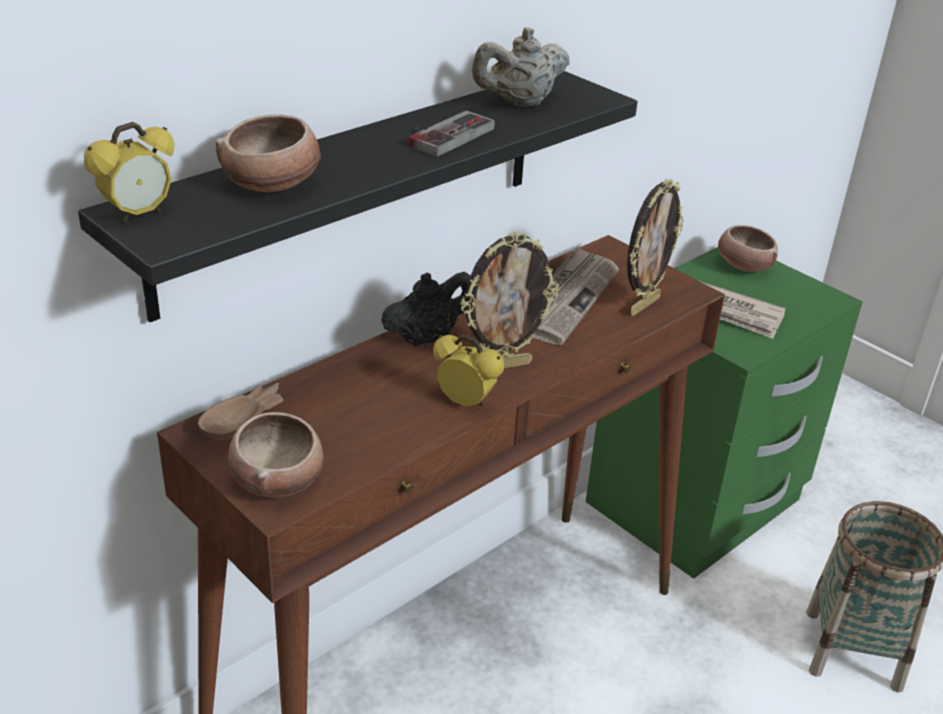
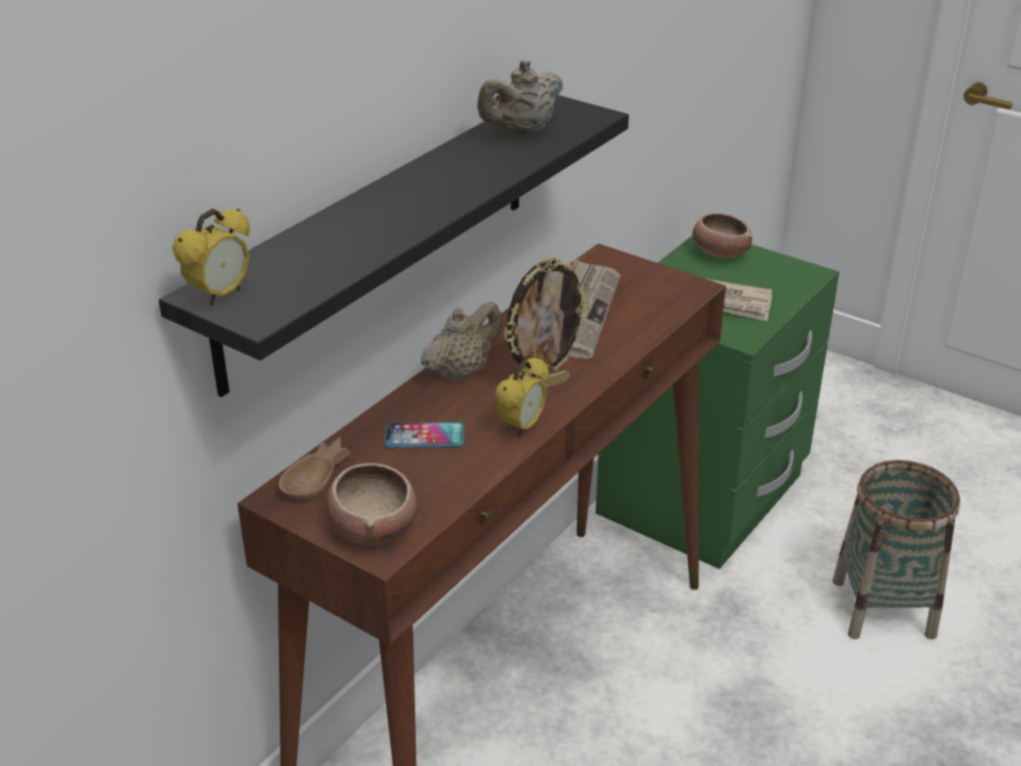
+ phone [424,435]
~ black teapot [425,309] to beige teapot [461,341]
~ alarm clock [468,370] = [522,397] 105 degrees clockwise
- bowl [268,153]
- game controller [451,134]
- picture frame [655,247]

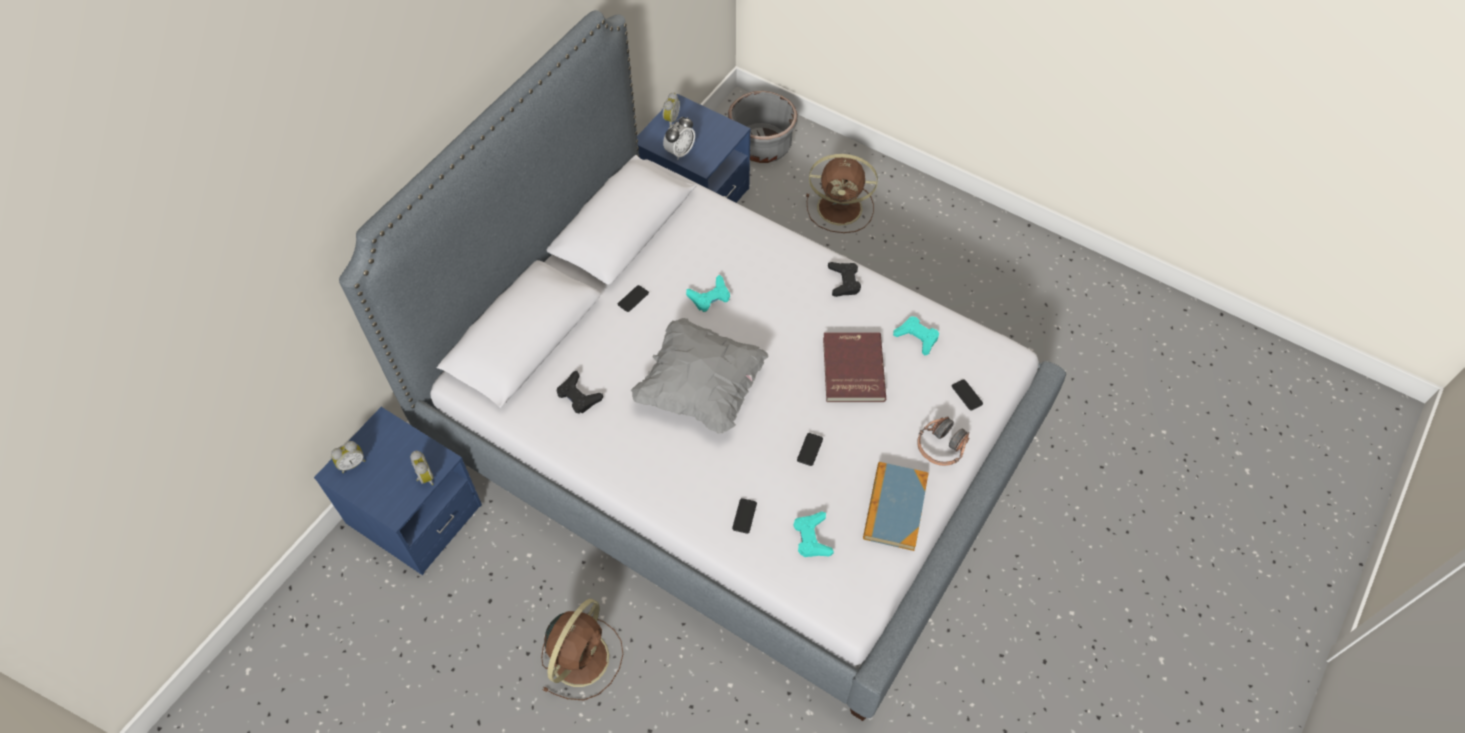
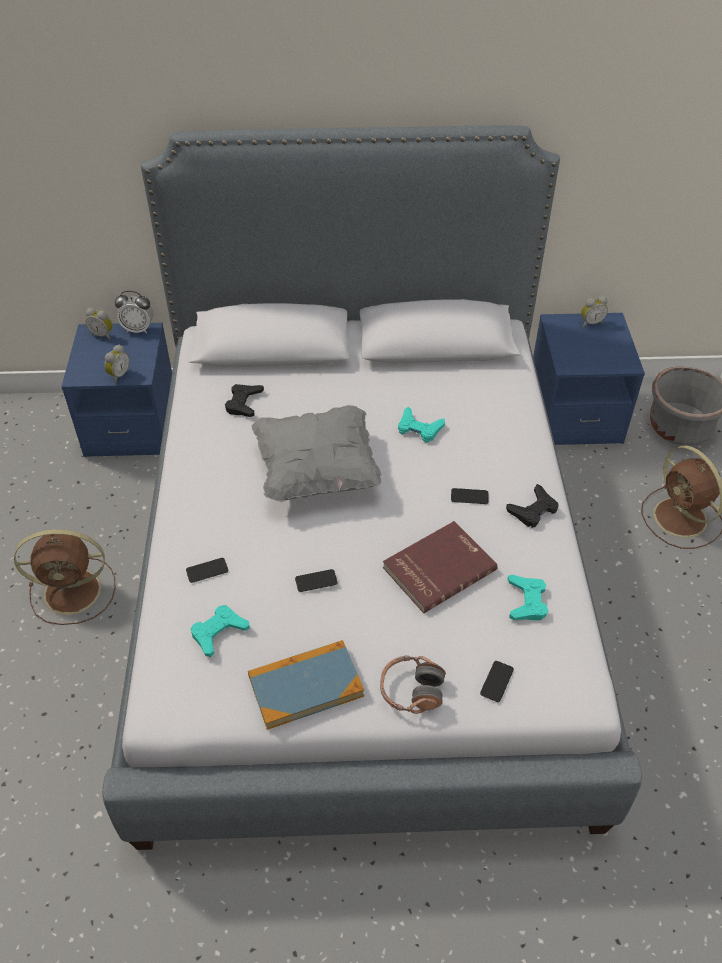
~ alarm clock [679,138] to [134,312]
~ phone [633,298] to [469,496]

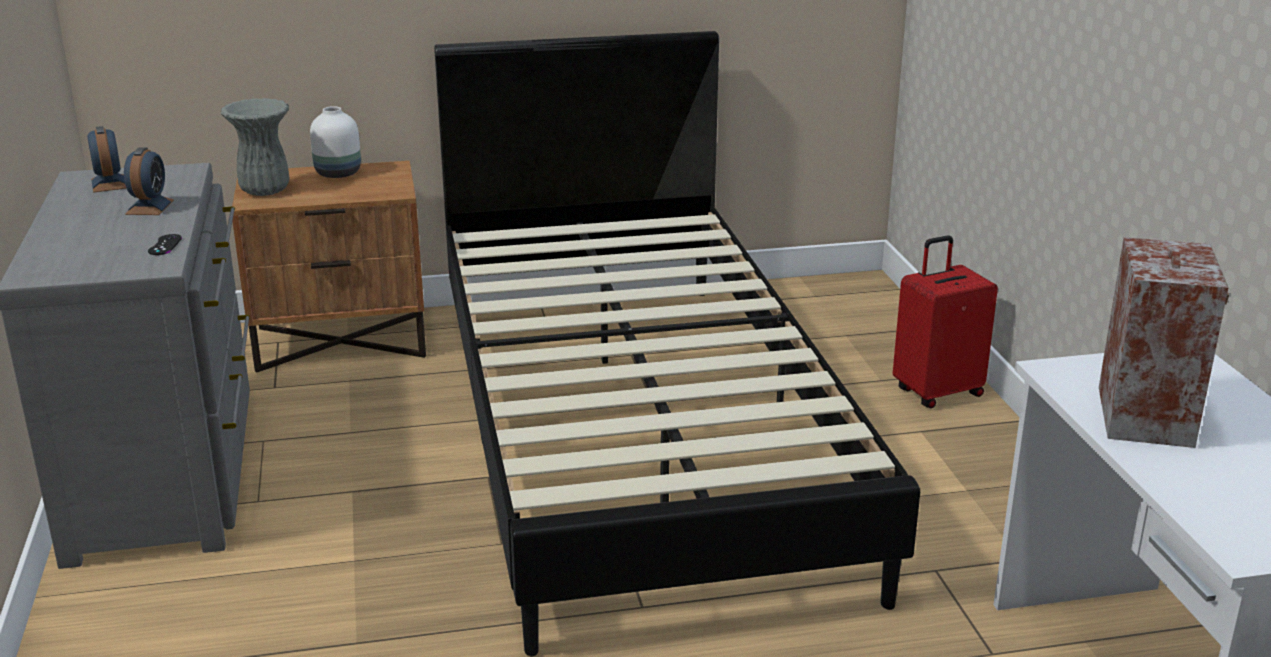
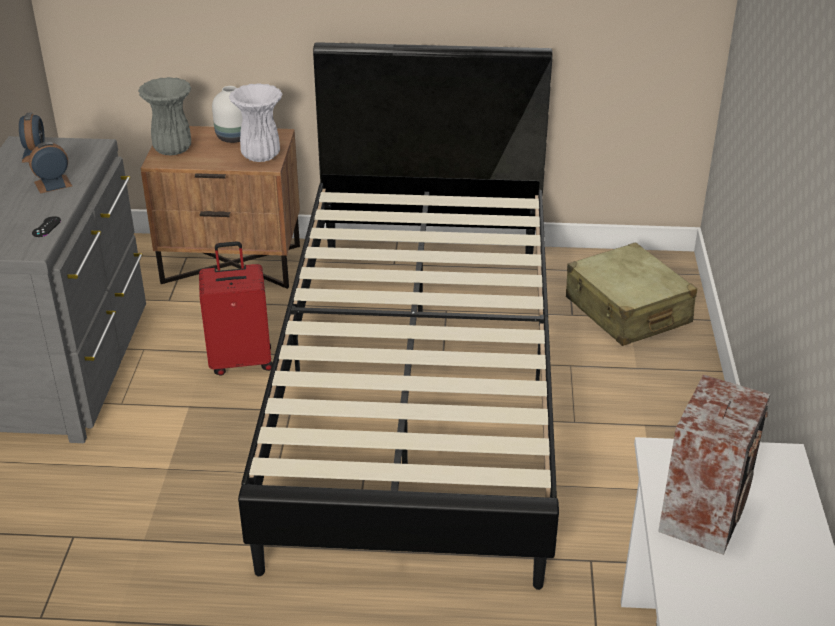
~ alarm clock [149,181] = [50,168] 135 degrees counterclockwise
~ red suitcase [945,322] to [236,308]
+ white vase [255,122]
+ beige suitcase [631,294]

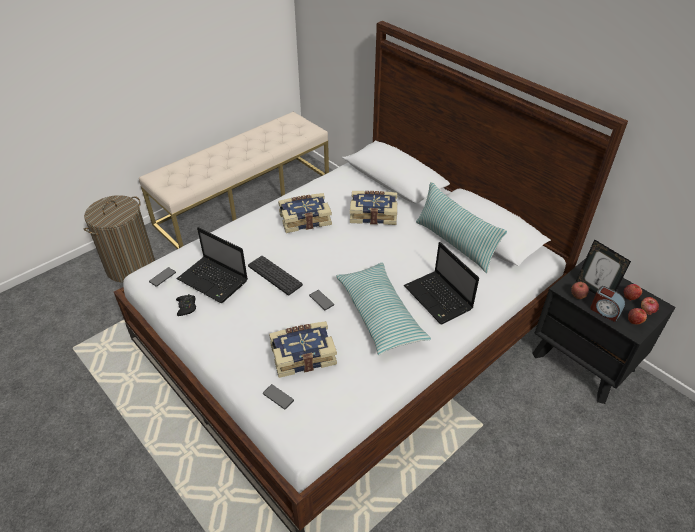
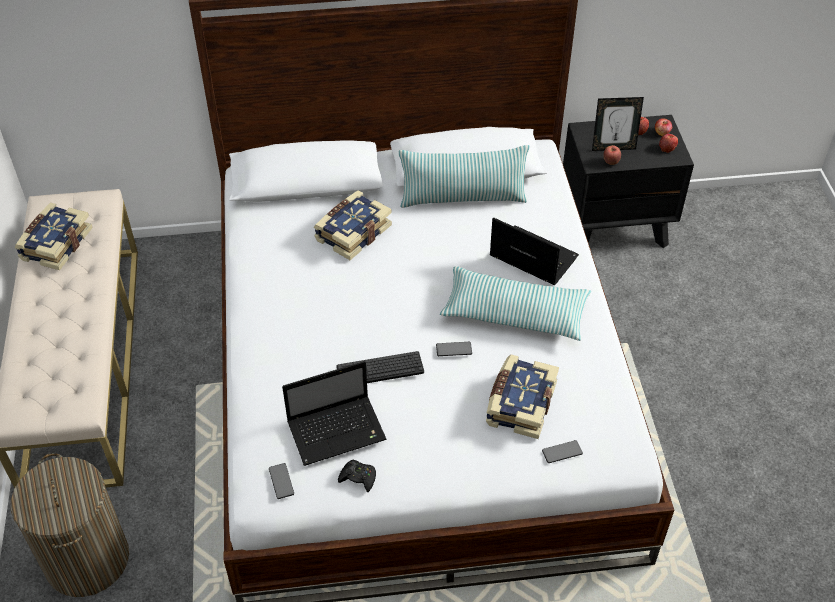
~ book [305,213] to [53,236]
~ laptop [441,283] = [534,251] 150 degrees counterclockwise
- alarm clock [607,304]

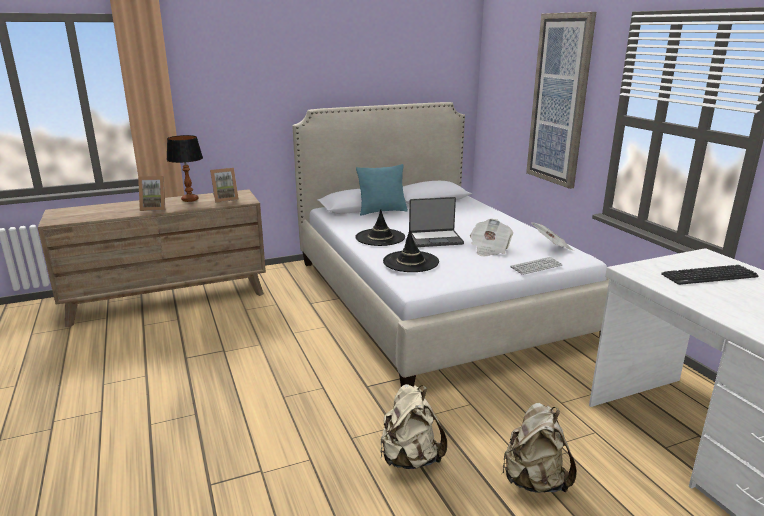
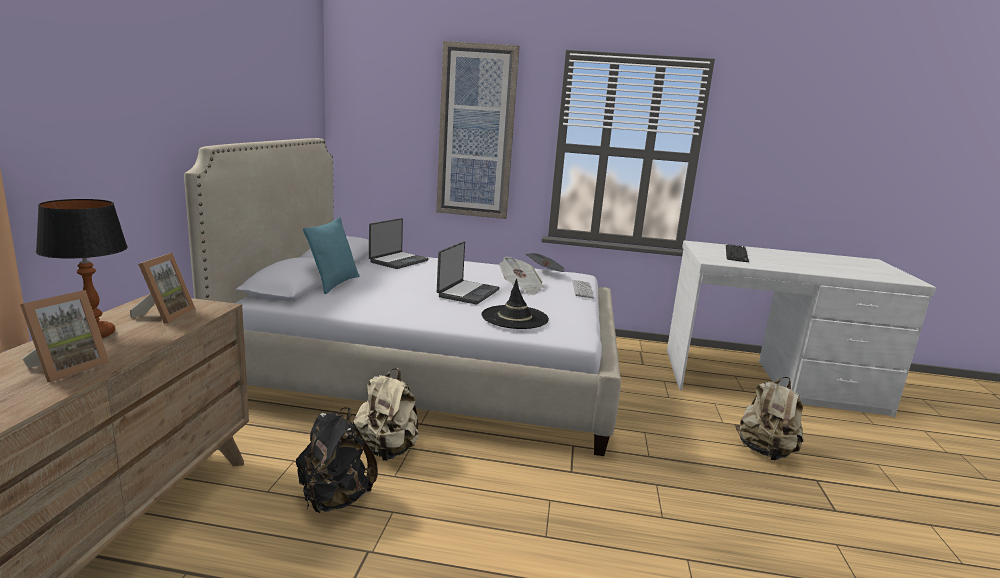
+ black backpack [337,460]
~ beige backpack [413,426] to [386,414]
+ laptop [399,243]
- black hat [380,227]

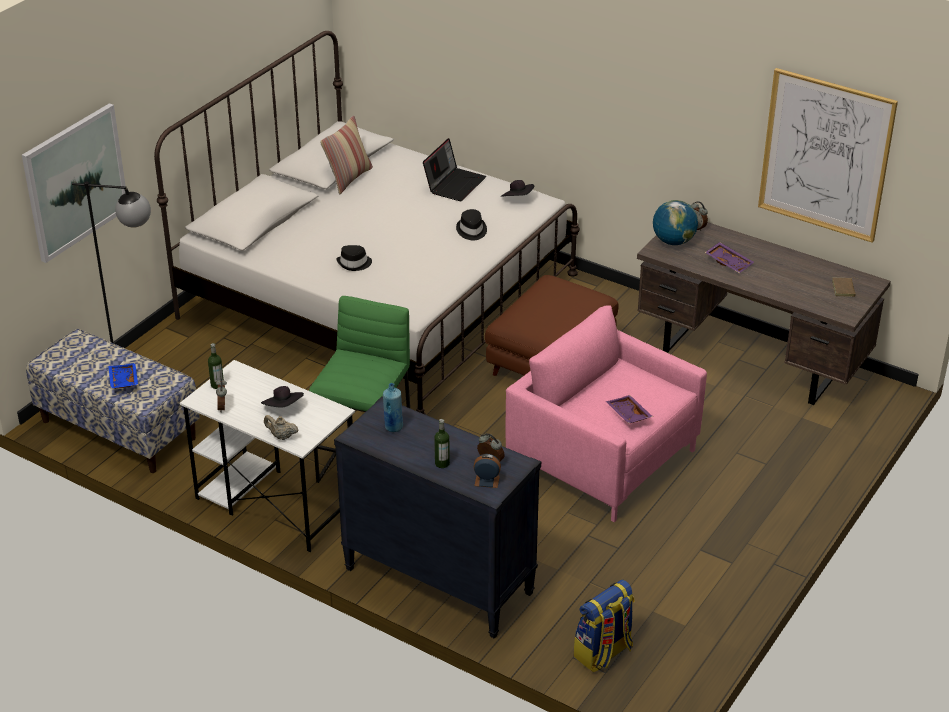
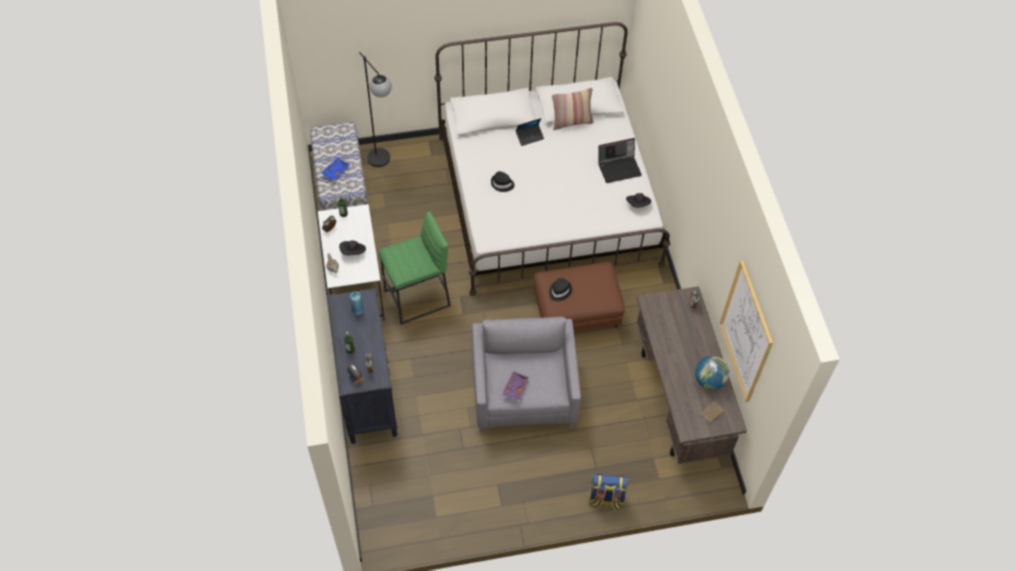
~ pink armchair [606,413] to grey armchair [526,375]
+ laptop [530,132]
~ black hat [471,224] to [560,289]
~ backpack [604,626] to [608,492]
~ globe [675,222] to [712,373]
- picture [74,183]
- purple tray [729,257]

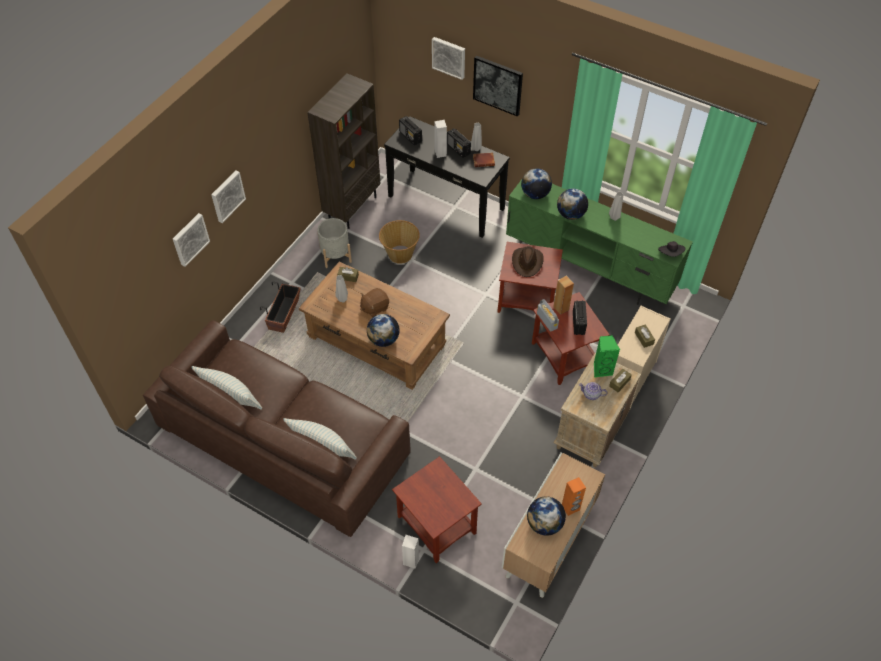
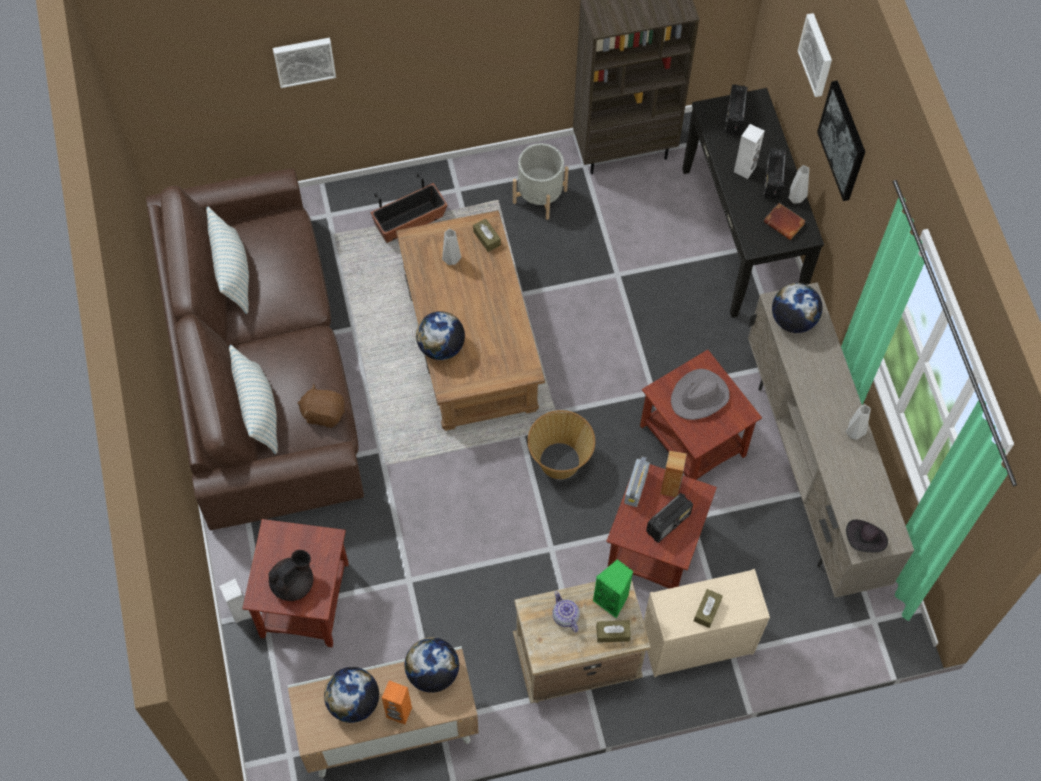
+ black teapot [290,575]
~ brown plush toy [374,302] to [321,406]
~ globe [572,204] to [432,665]
~ basket [399,242] to [561,444]
~ brown hat [528,261] to grey hat [700,394]
~ green tv stand [599,242] to beige tv stand [831,440]
- picture [228,197]

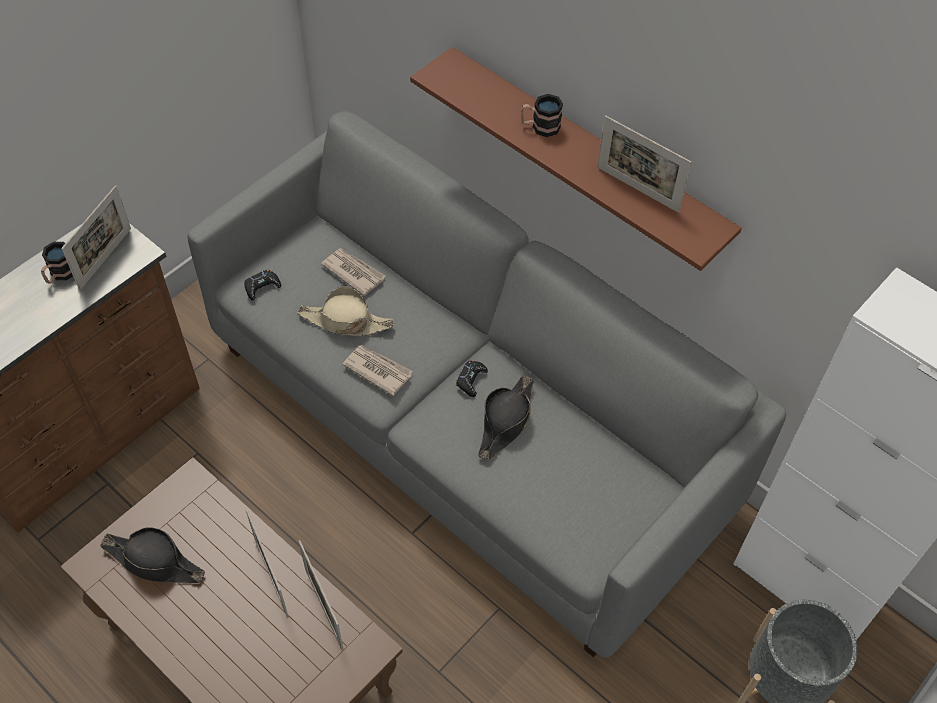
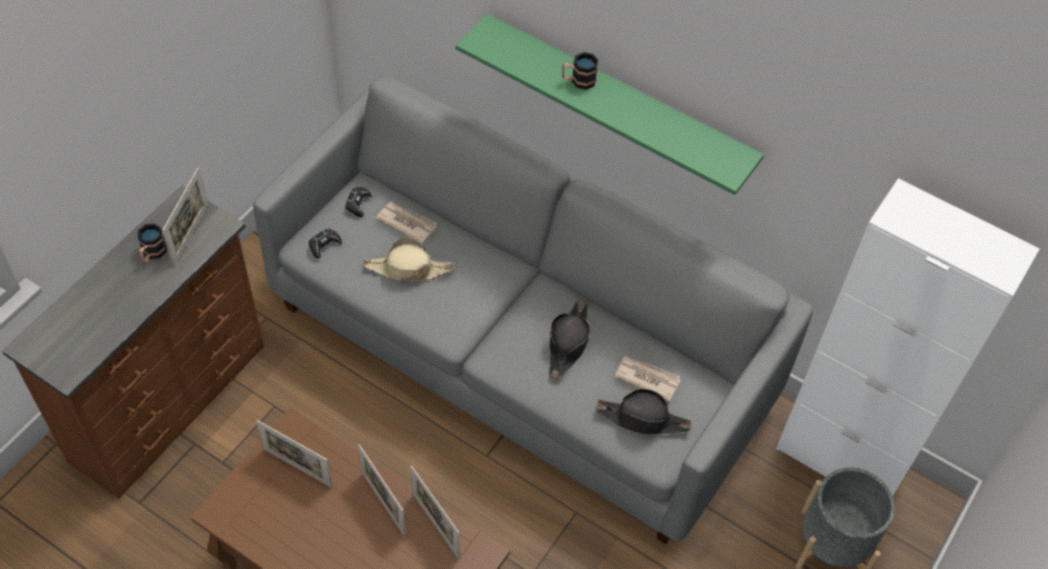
~ picture frame [644,164] to [294,454]
~ black game controller [472,379] to [358,202]
~ brown shelf [576,159] to green shelf [609,104]
~ black hat [152,555] to [643,411]
~ newspaper [378,370] to [647,379]

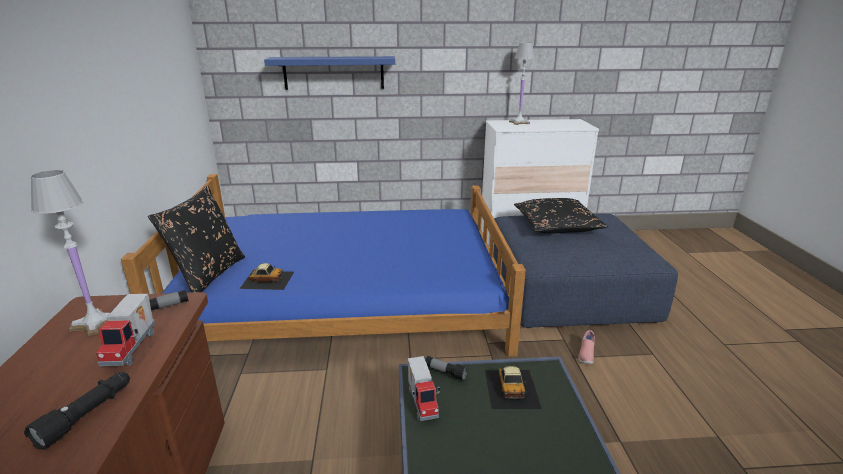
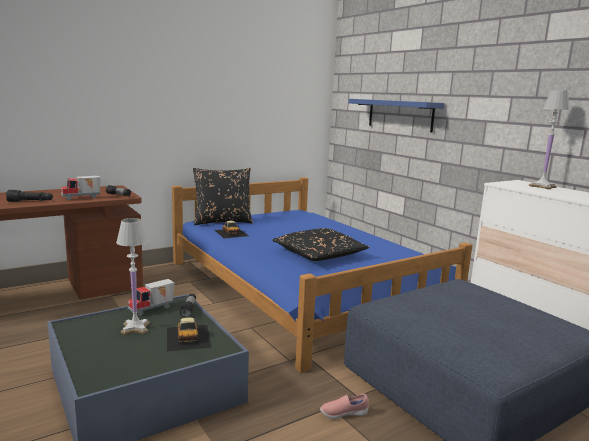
~ white table lamp [70,253] to [133,276]
~ toy car [513,387] = [189,334] 75 degrees counterclockwise
~ black pillow [561,216] to [320,244]

